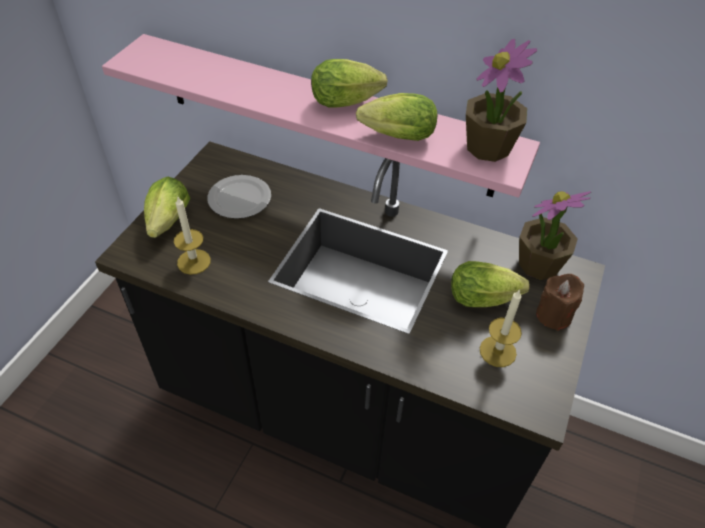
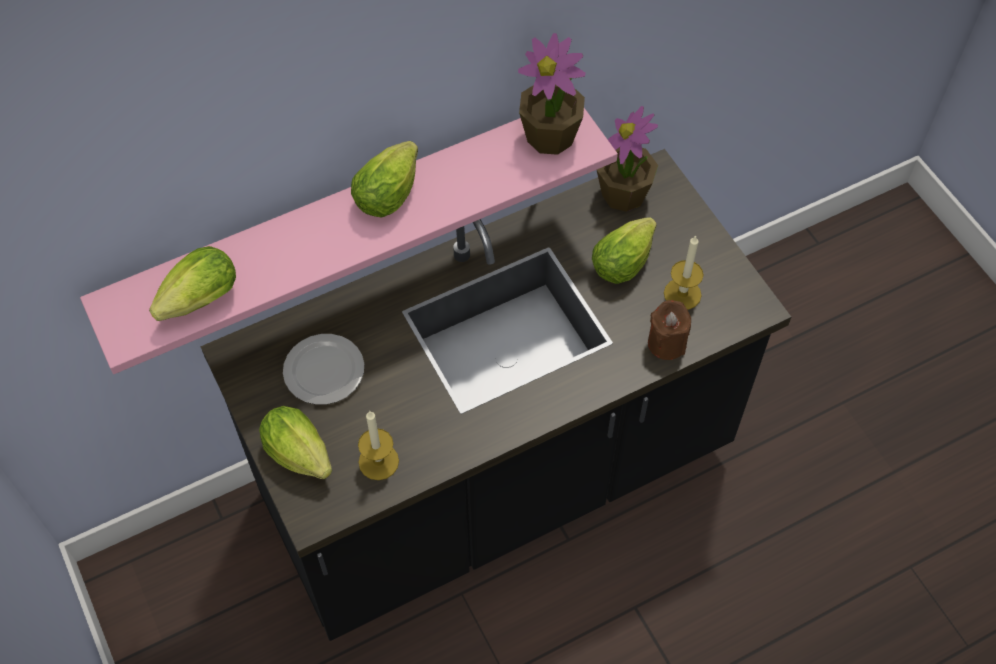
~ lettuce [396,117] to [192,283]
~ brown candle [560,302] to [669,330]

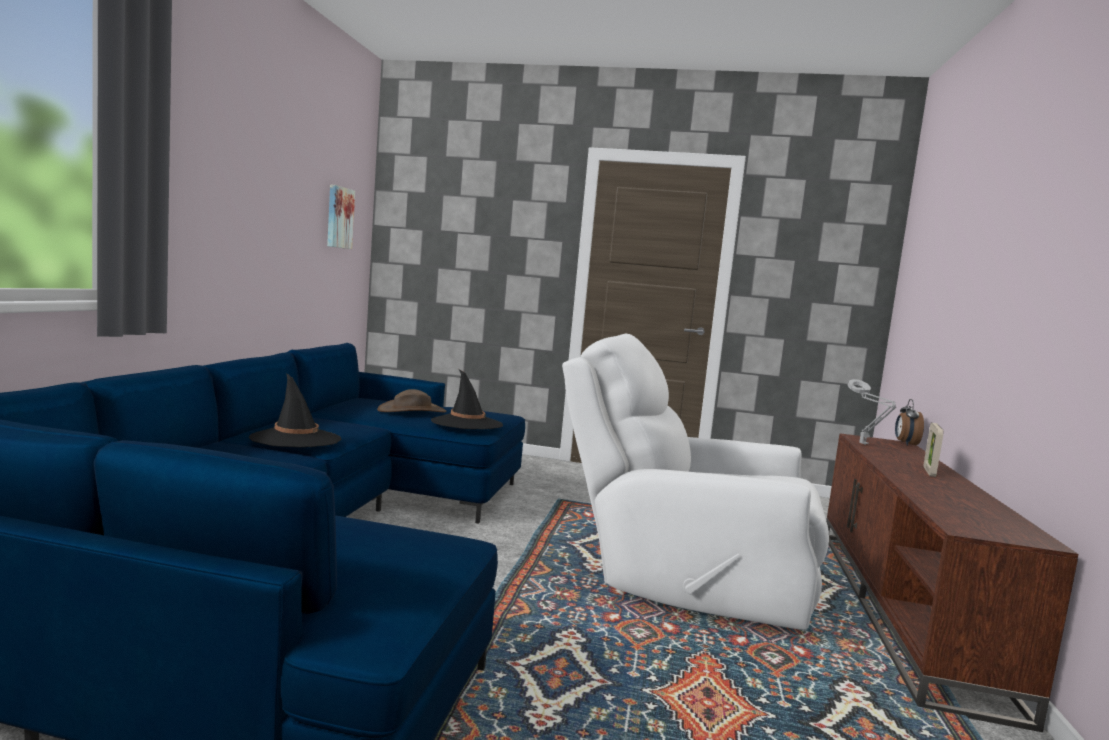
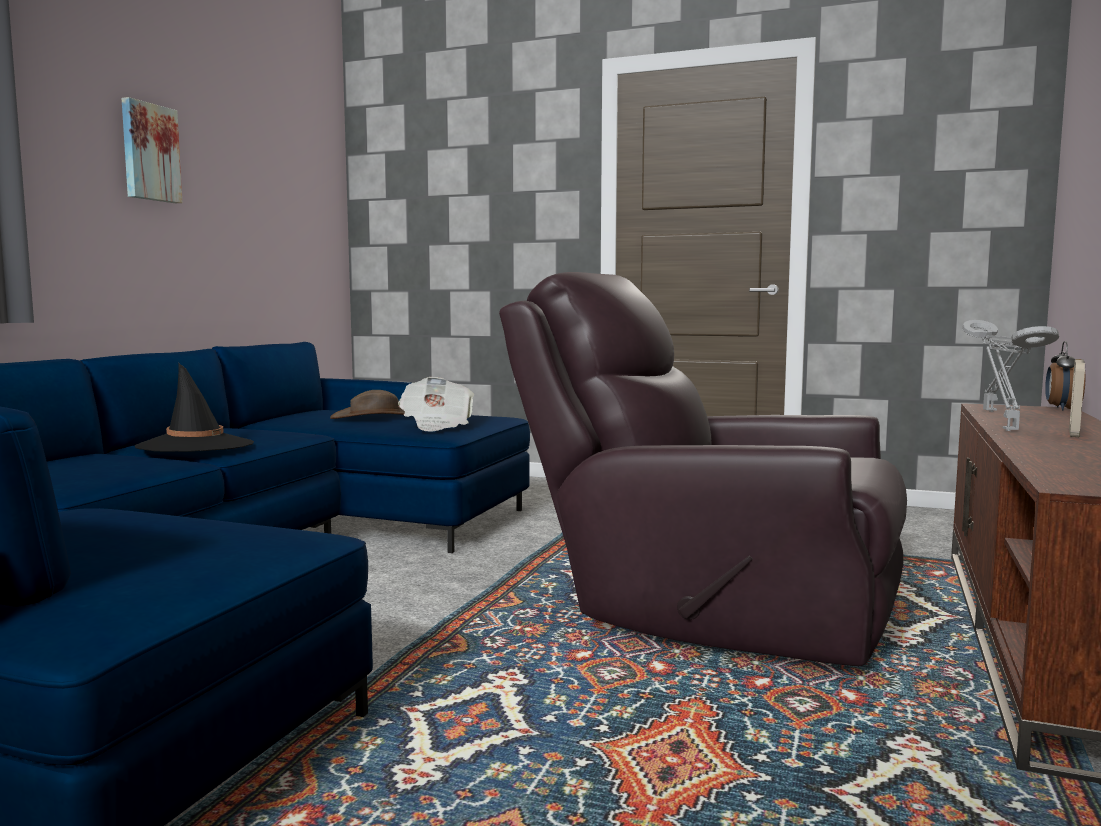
~ picture [341,216] to [151,150]
~ black hat [467,399] to newspaper [436,404]
~ white armchair [695,482] to brown armchair [703,469]
+ grey table lamp [1022,378]

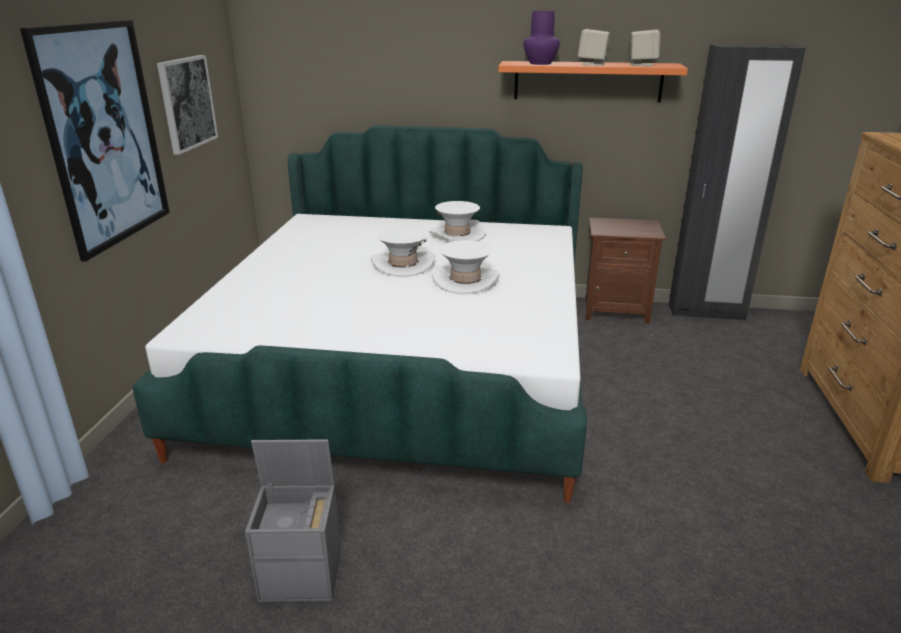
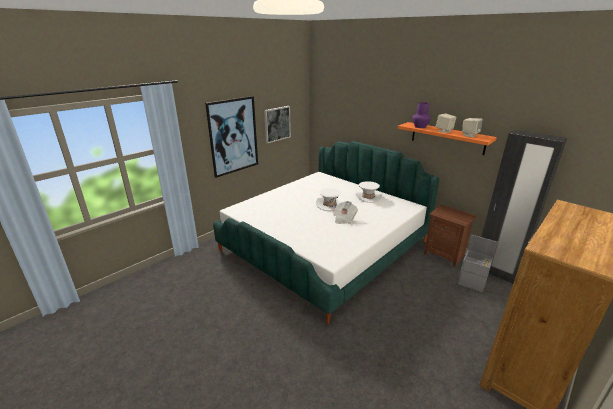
~ white hat [466,267] to newspaper [345,212]
~ grey storage box [293,520] to [477,263]

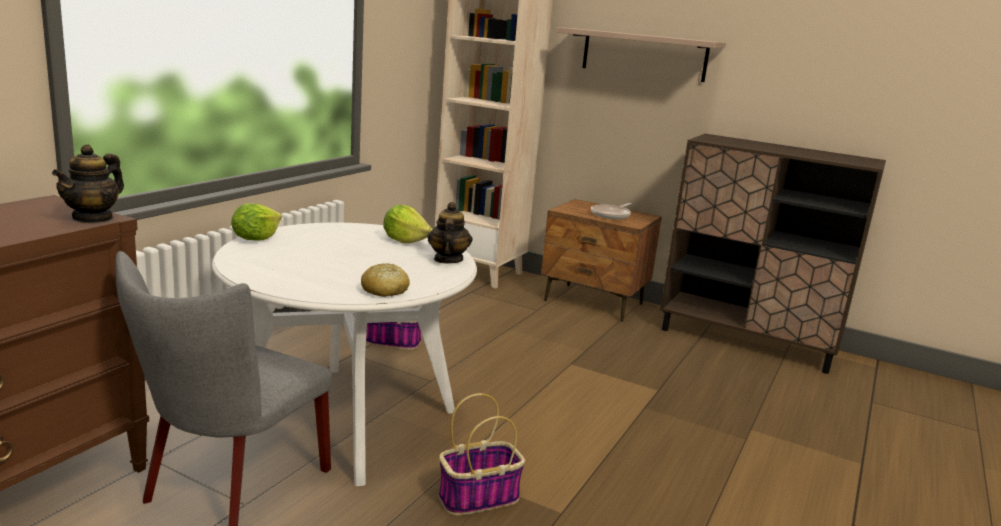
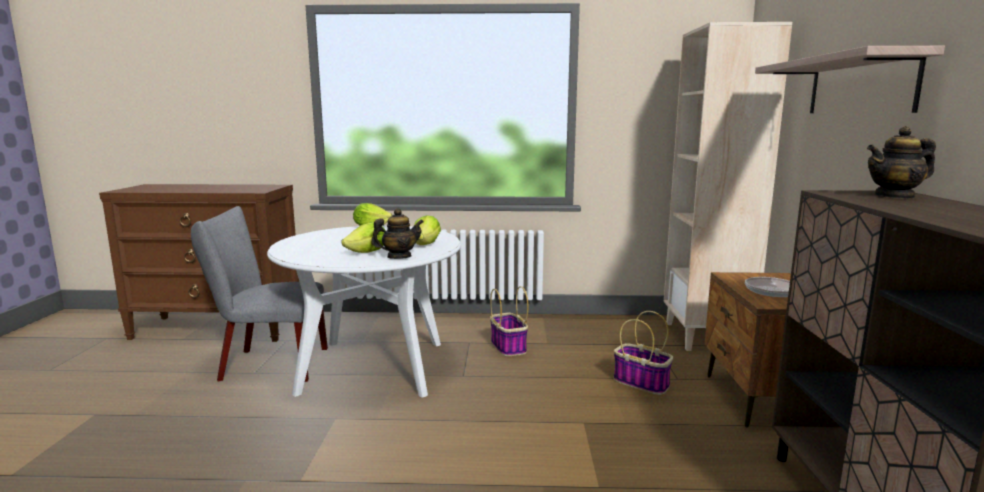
+ lettuce [363,237]
~ basket [482,454] to [643,353]
~ teapot [88,184] to [901,162]
- bread [385,280]

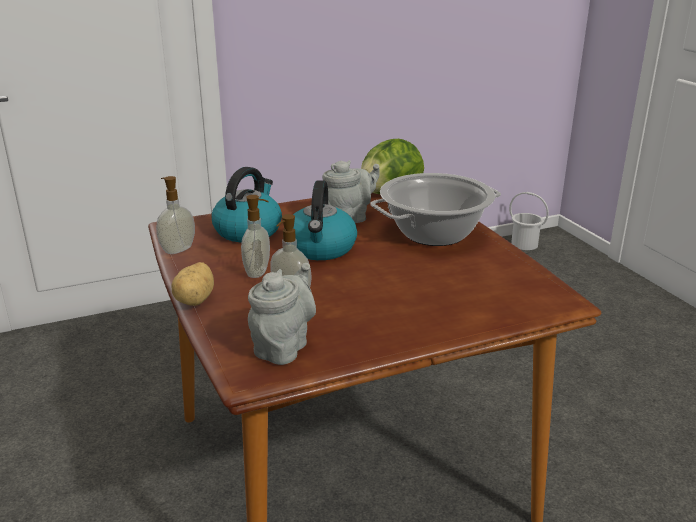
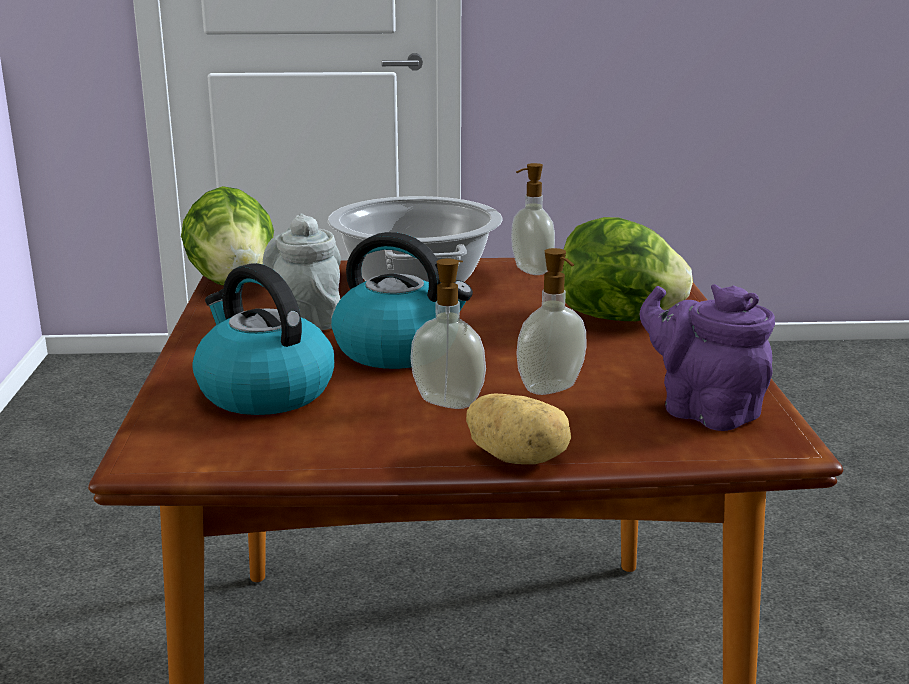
~ soap dispenser [175,215] to [533,219]
+ lettuce [627,269]
~ grey teapot [282,314] to purple teapot [707,357]
- white bucket [529,221]

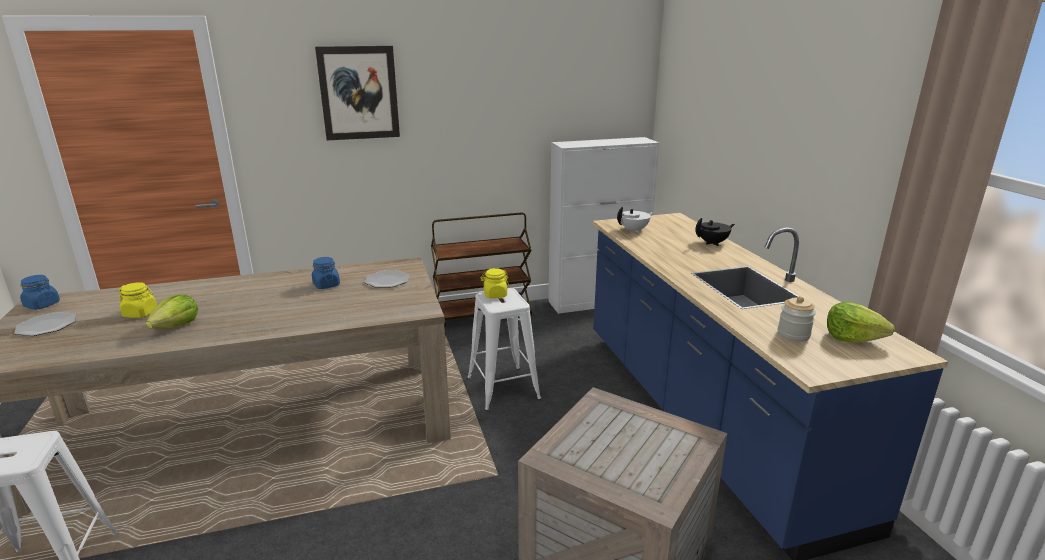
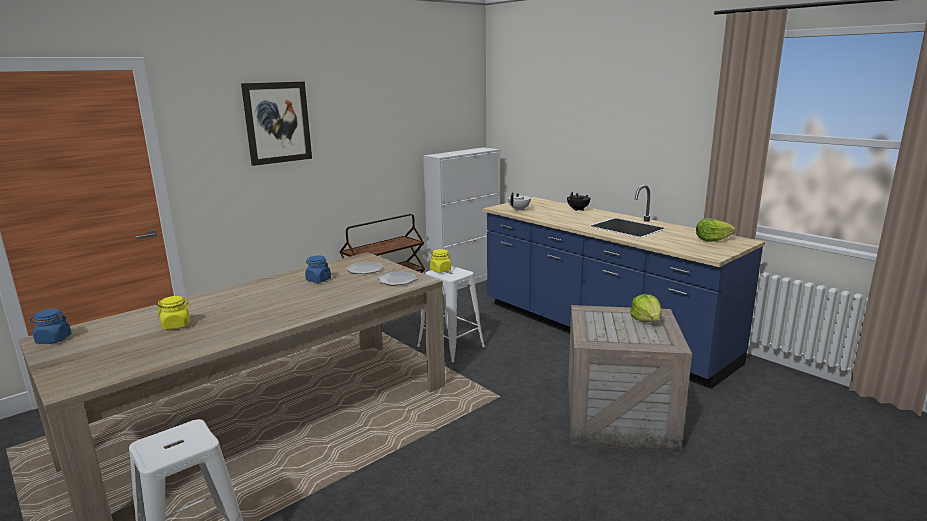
~ plate [45,324] to [397,278]
~ lettuce [172,311] to [646,308]
- jar [797,319]

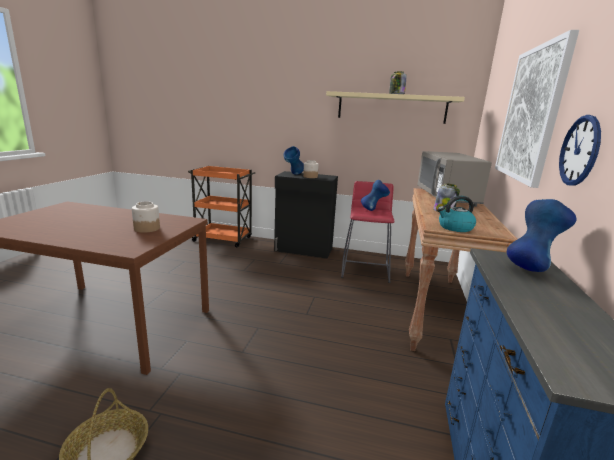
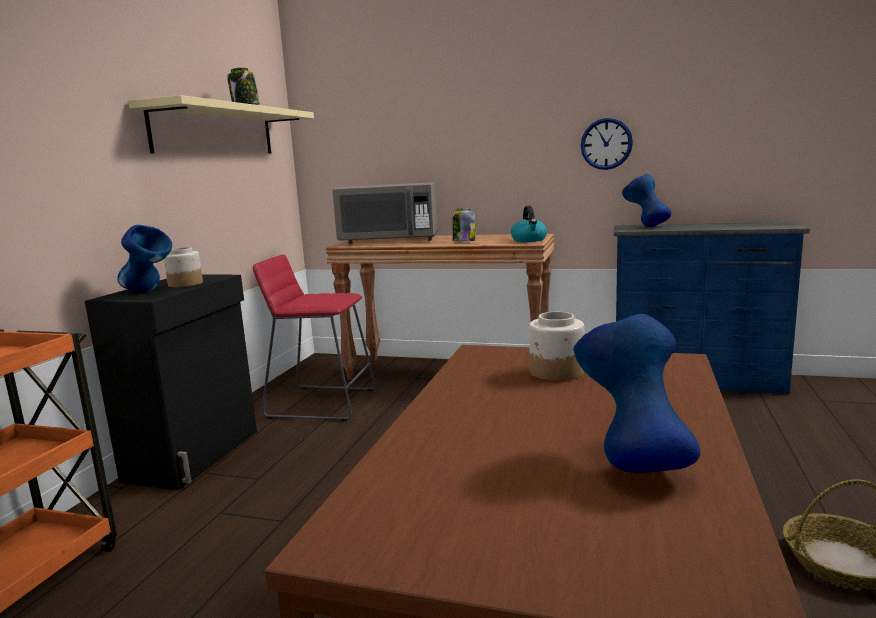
~ blue vase [375,195] to [637,393]
- picture [537,109]

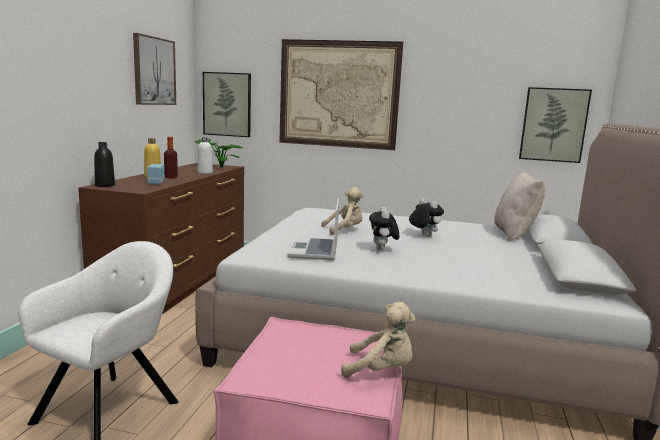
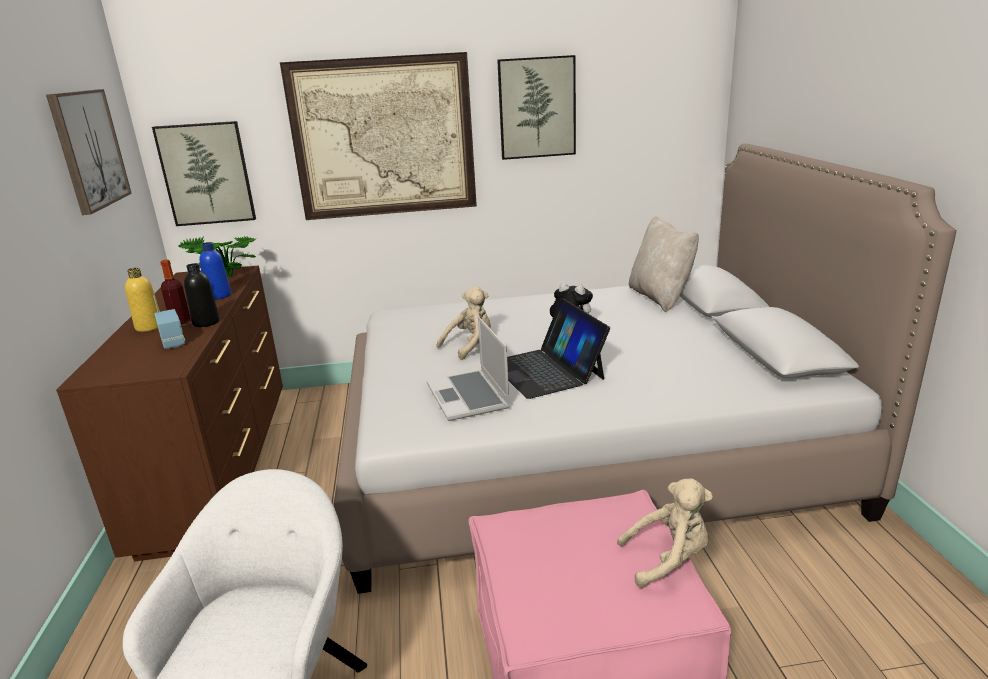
~ black bottle [104,164] to [202,295]
~ white bottle [205,155] to blue bottle [215,271]
~ picture [555,125] to [536,107]
~ plush toy [384,228] to laptop [558,348]

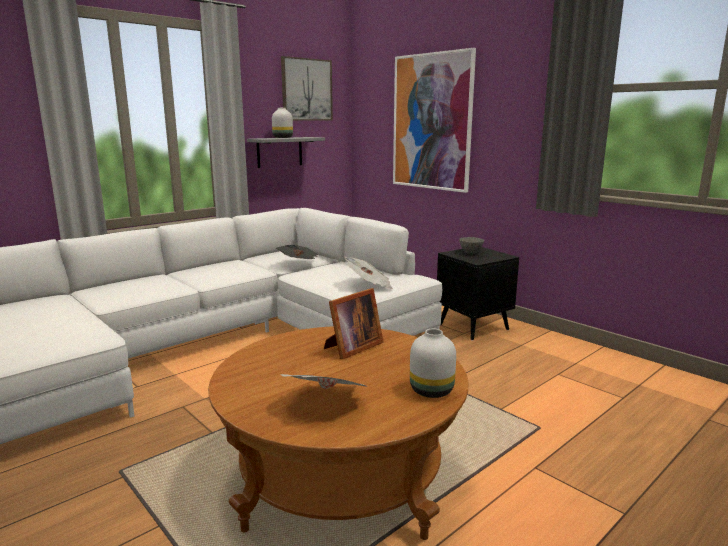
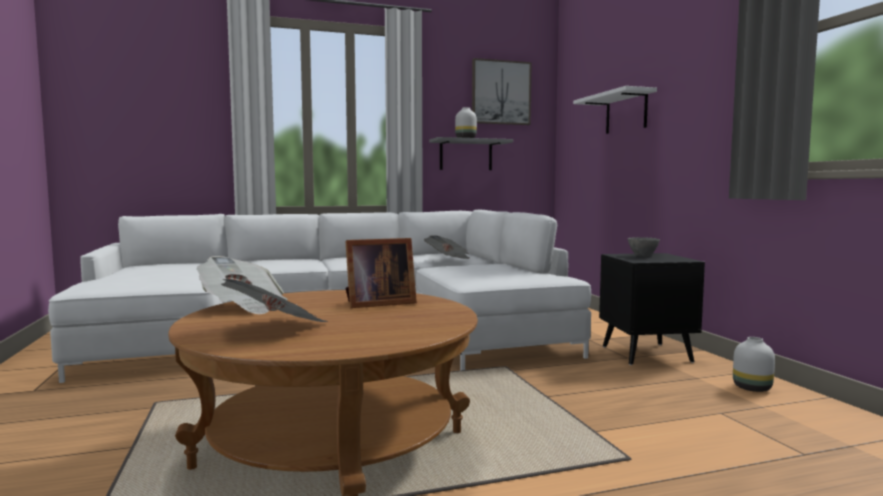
~ newspaper [368,273] to [242,285]
~ picture [434,120] to white shelf [615,110]
~ white vase [433,363] to [754,364]

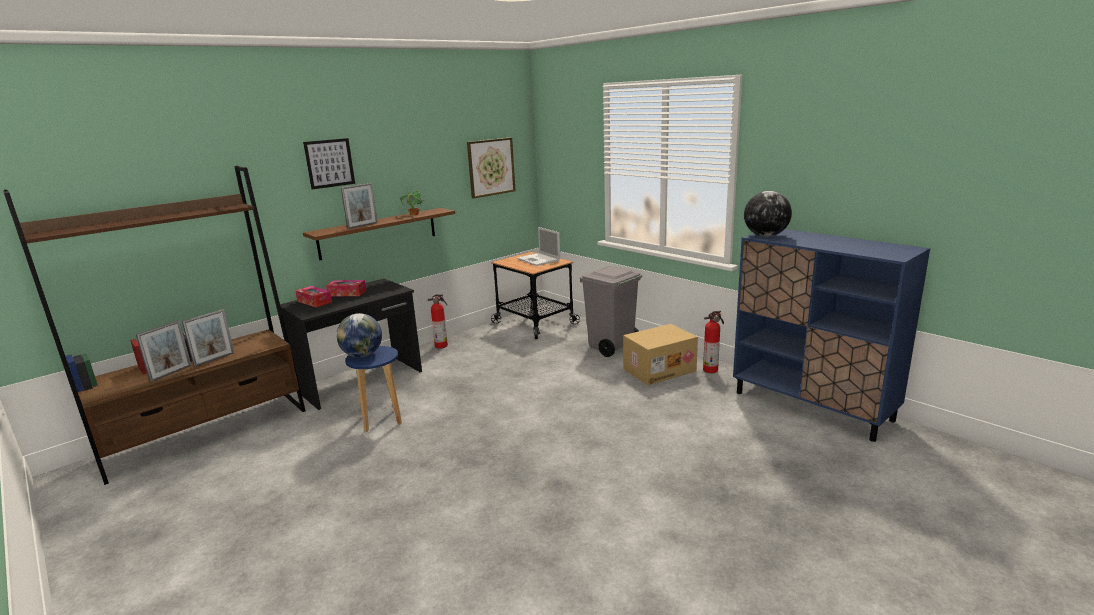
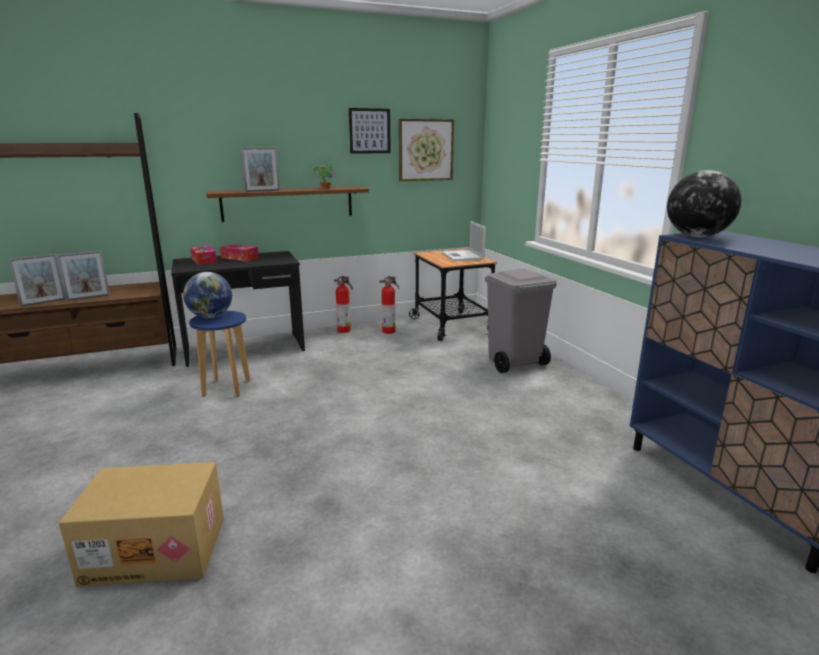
~ cardboard box [660,354] to [141,524]
~ picture [329,164] to [370,131]
~ fire extinguisher [713,341] to [389,305]

